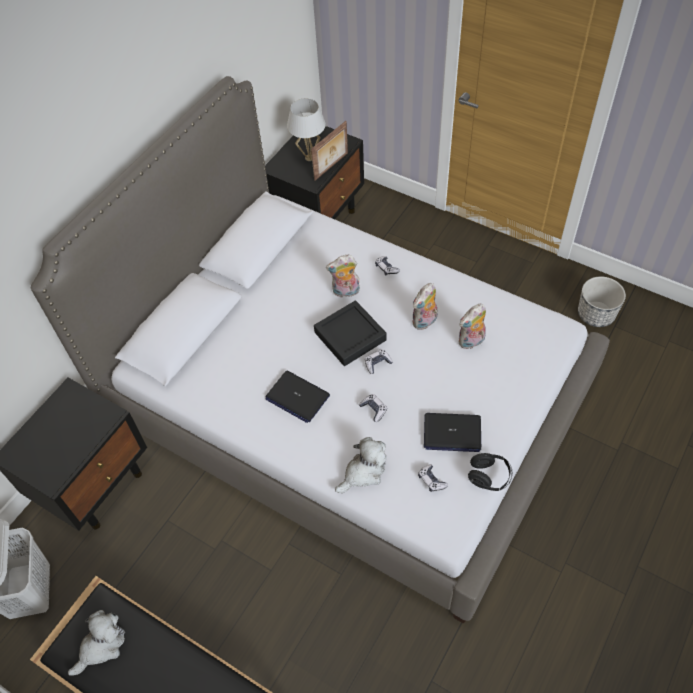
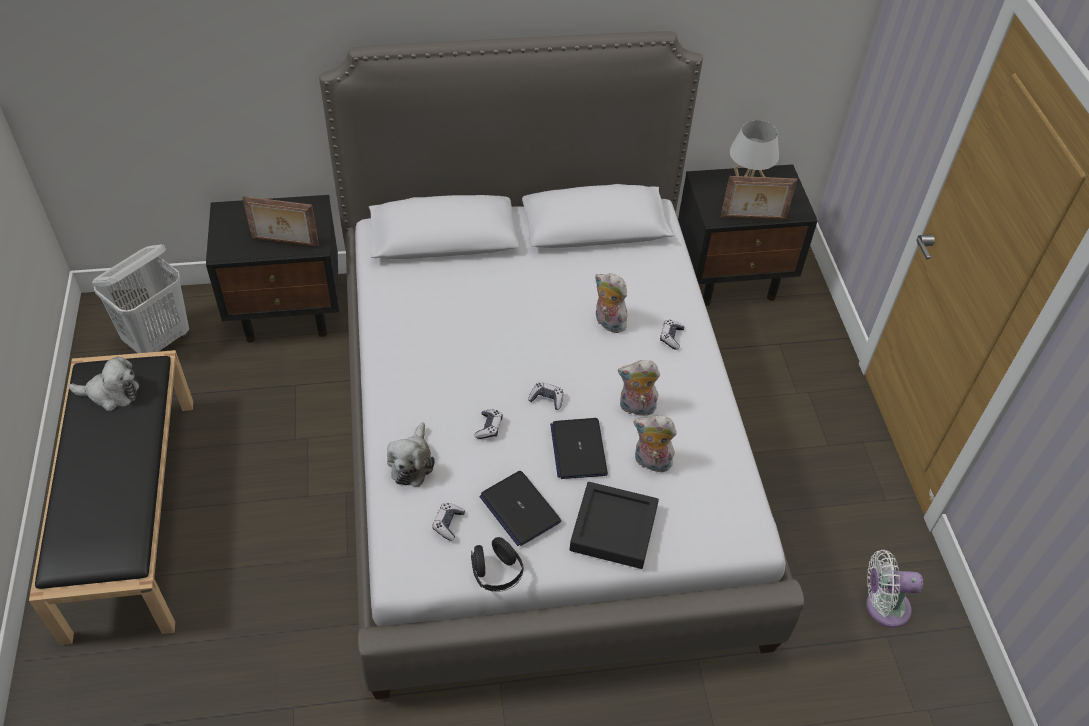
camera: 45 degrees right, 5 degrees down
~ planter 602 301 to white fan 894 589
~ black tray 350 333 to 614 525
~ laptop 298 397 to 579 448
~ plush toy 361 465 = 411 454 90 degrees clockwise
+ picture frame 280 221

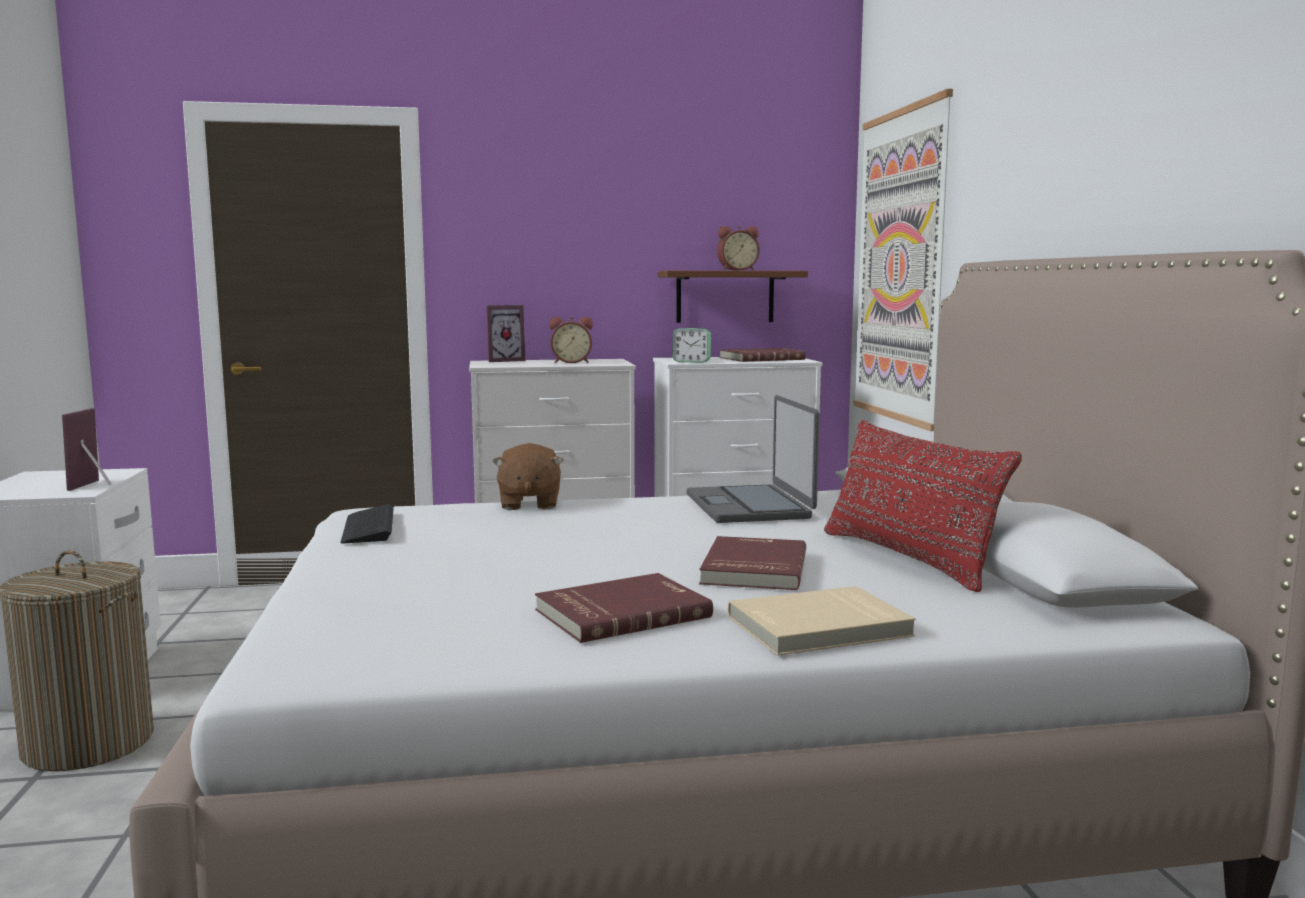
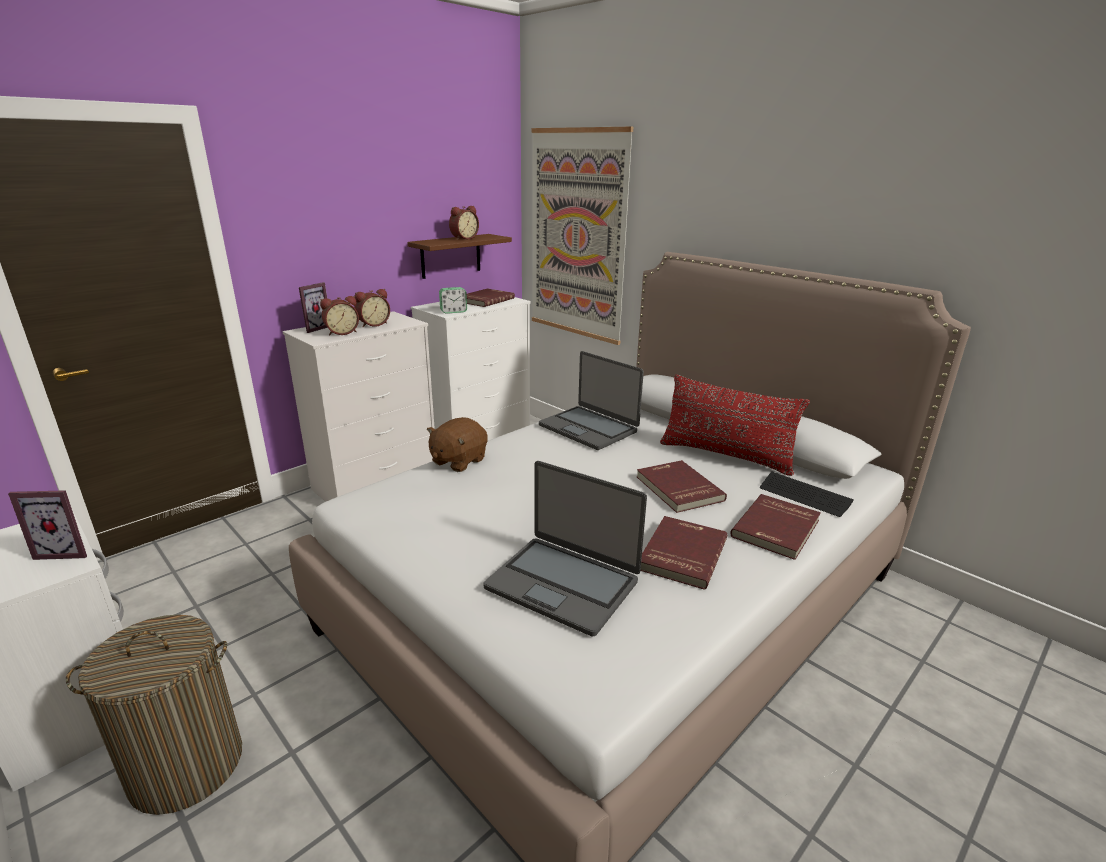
camera: 35 degrees left, 15 degrees up
~ picture frame 86 449 = 47 525 60 degrees counterclockwise
~ brown plush toy 528 476 = 457 444 75 degrees clockwise
~ keyboard 367 524 to 807 494
~ beige book 822 621 to red book 775 527
+ alarm clock 339 316
+ laptop 565 549

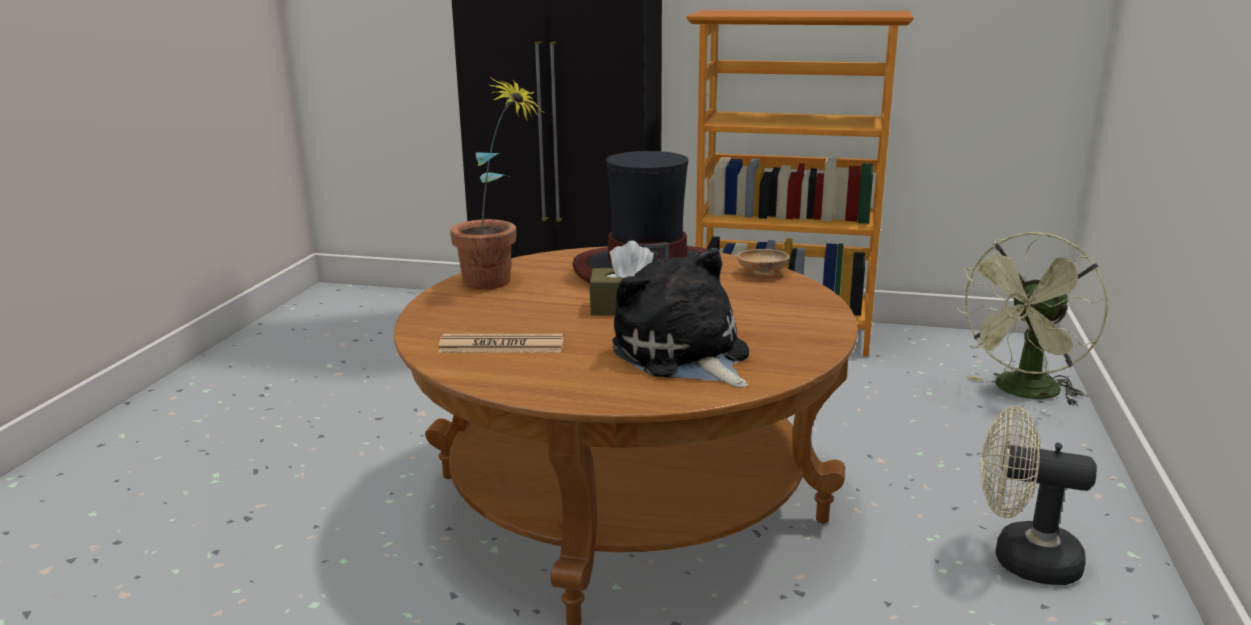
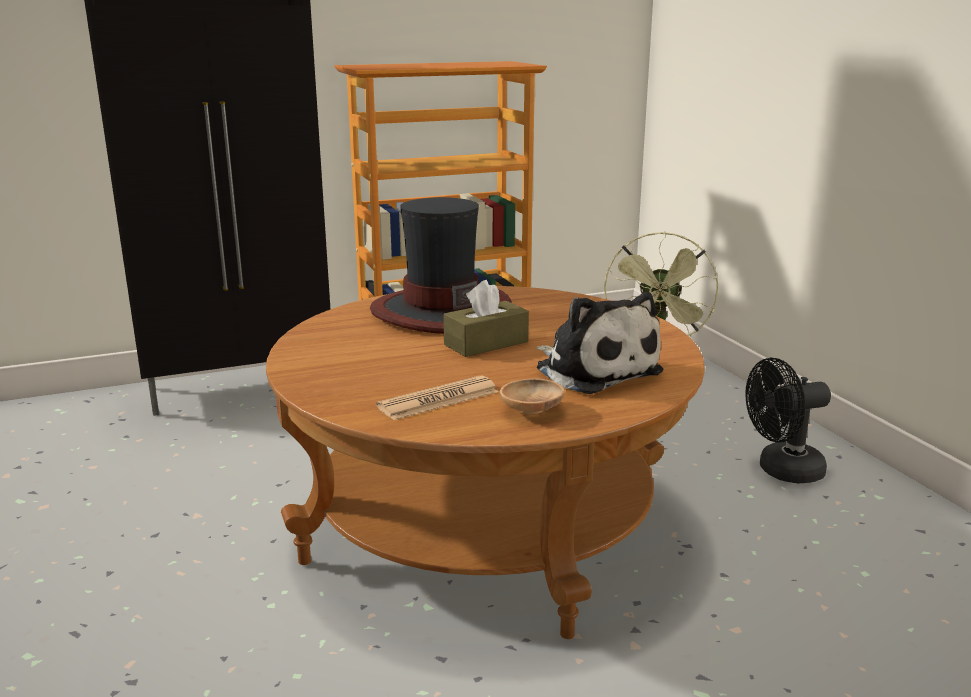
camera: 35 degrees left, 0 degrees up
- potted plant 497 184
~ plush toy 681 318 = 600 343 150 degrees counterclockwise
~ brown bowl 763 262 to 532 396
~ beige fan 1039 495 to black fan 788 421

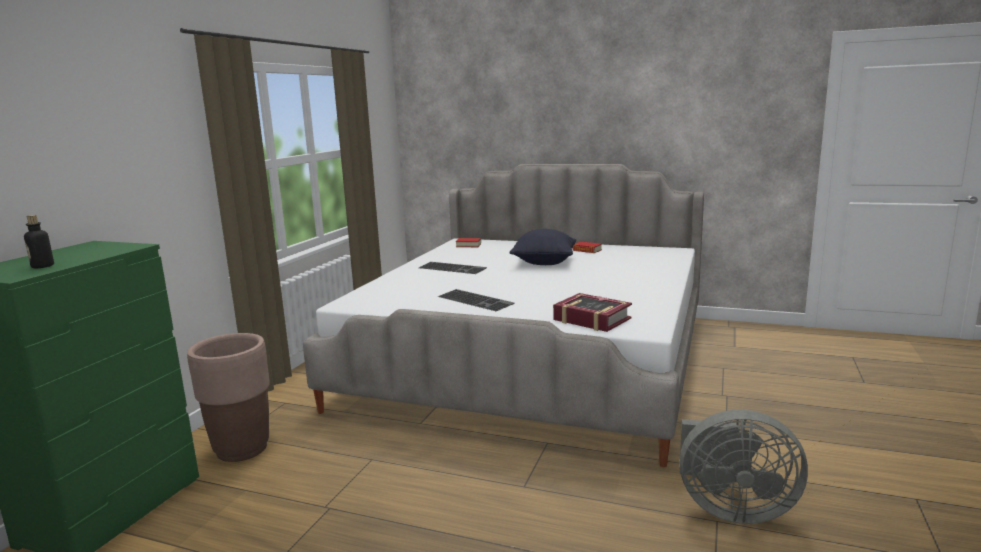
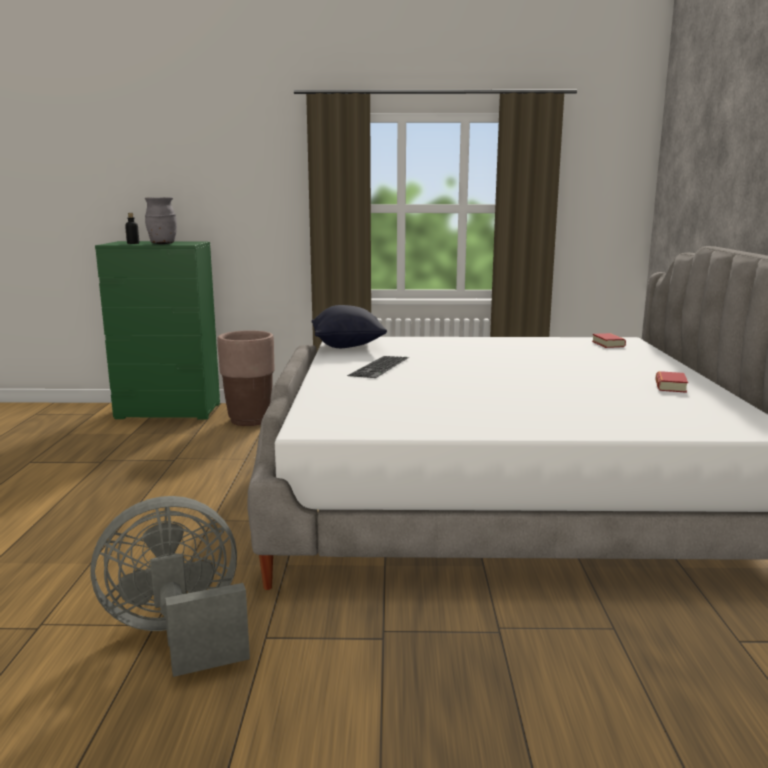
camera: 70 degrees right, 0 degrees up
~ black pillow 543 247 to 349 326
- keyboard 453 268
- book 592 312
~ grey fan 743 467 = 170 586 75 degrees clockwise
+ grey vase 161 220

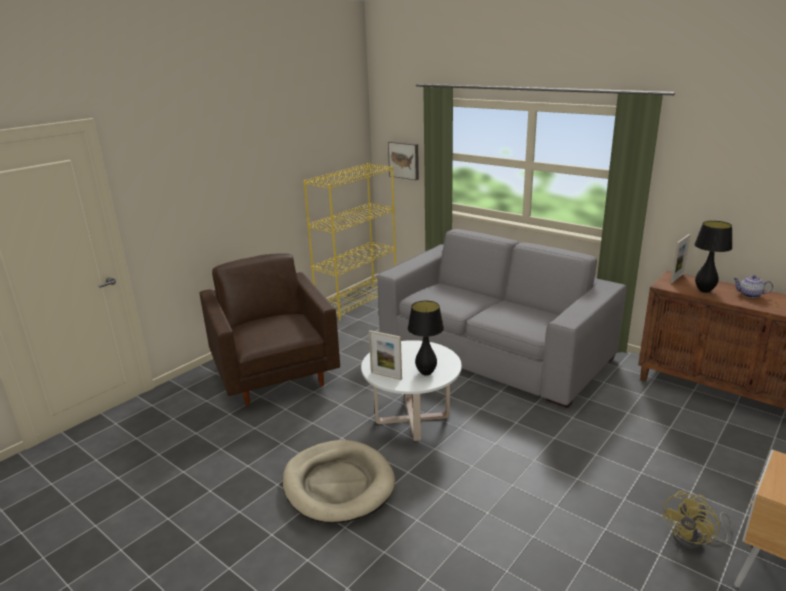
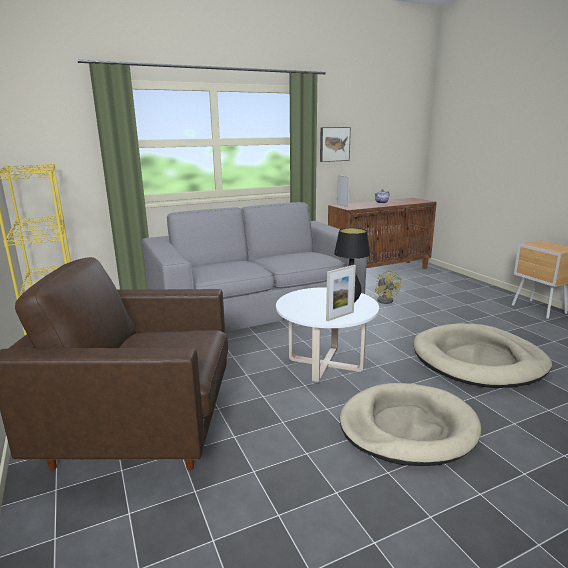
camera: 65 degrees left, 5 degrees down
~ picture 403 160 to 335 144
- black table lamp 713 257
~ yellow fan 697 520 to 388 287
+ beige dog bed 483 355

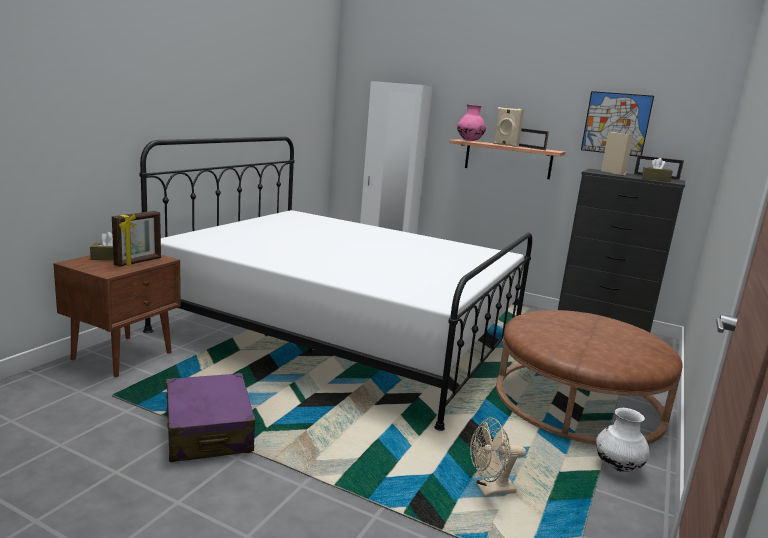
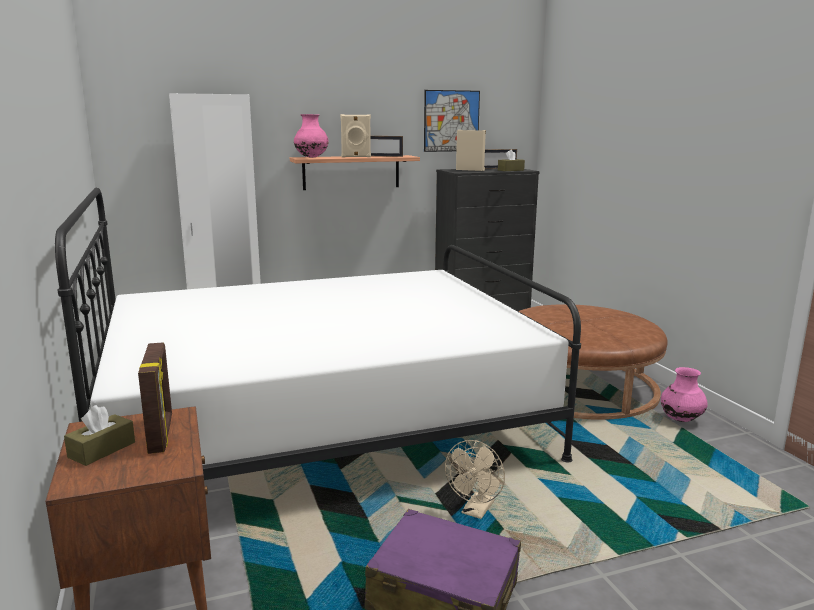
camera: 45 degrees left, 0 degrees up
~ white vase 623 440 to pink vase 684 394
~ beige fan 498 456 to 475 479

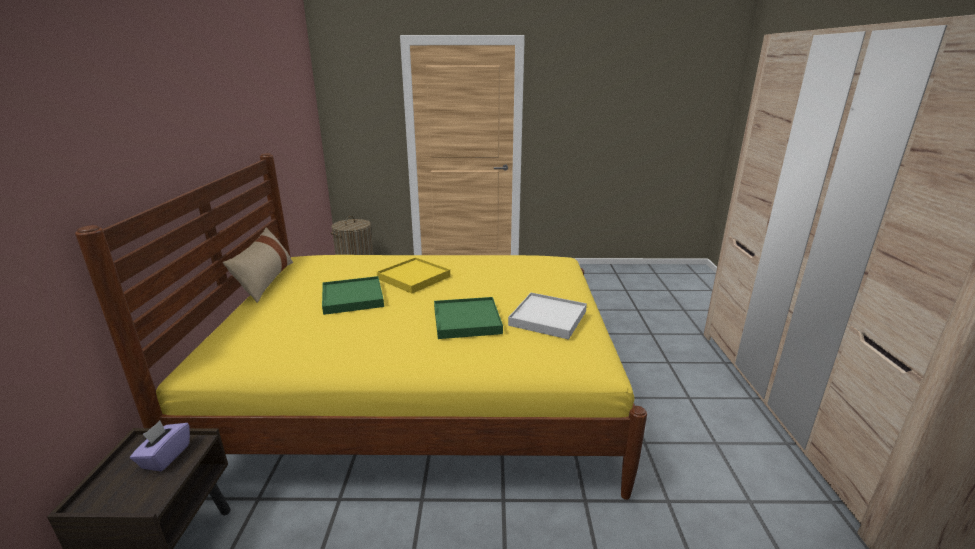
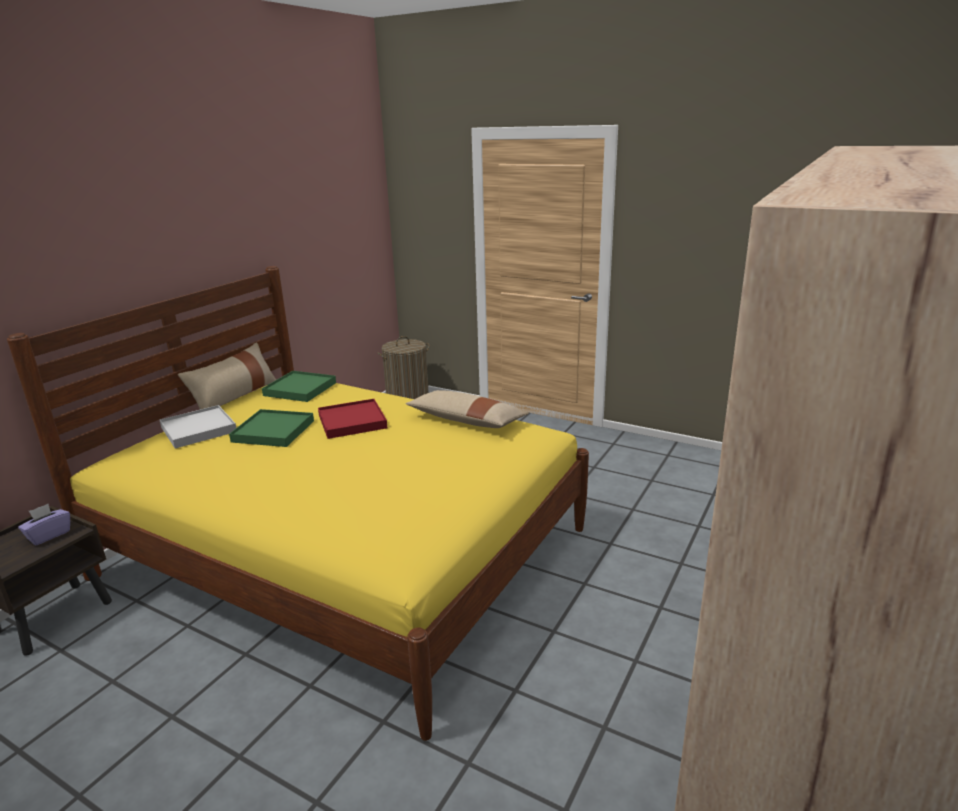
camera: 30 degrees right, 0 degrees up
~ yellow tray 413 275 to red tray 352 419
~ white tray 547 316 to 198 427
~ green tray 468 318 to 299 386
+ beige pillow 467 409

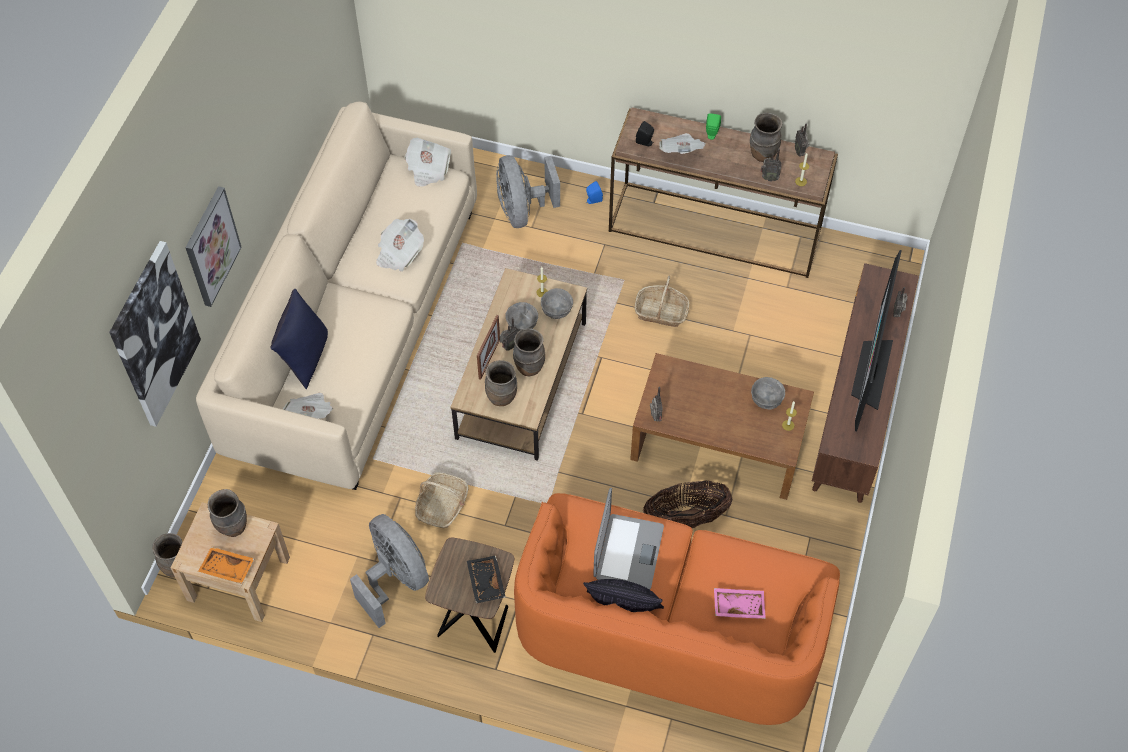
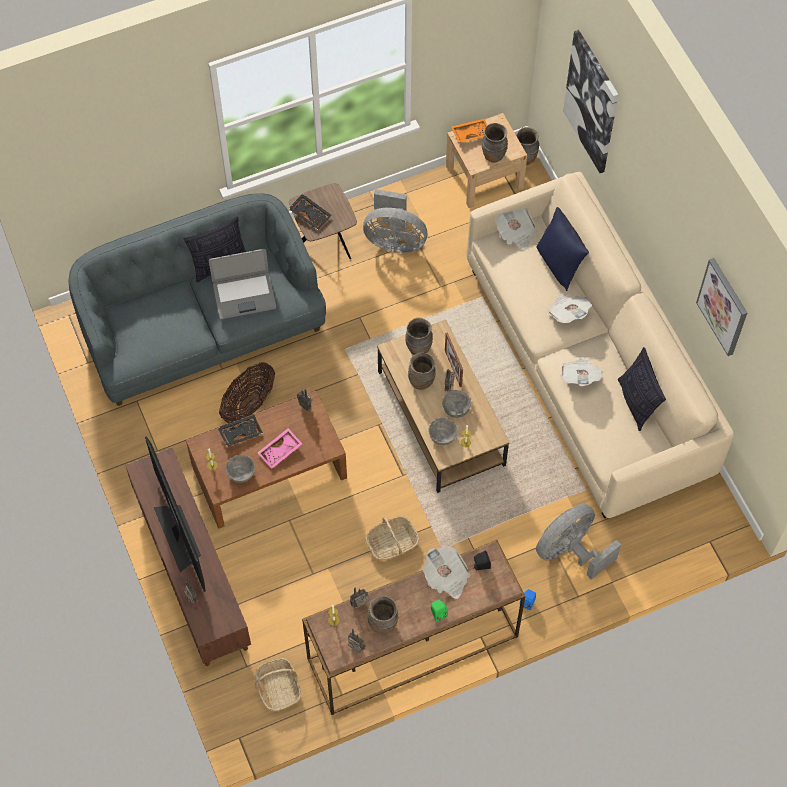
camera: 140 degrees right, 5 degrees up
~ newspaper 428 162 to 569 308
~ grey fan 528 191 = 578 541 75 degrees counterclockwise
~ picture 213 246 to 721 307
~ basket 442 500 to 278 684
~ laptop 628 539 = 242 284 75 degrees counterclockwise
~ orange sofa 677 609 to grey sofa 197 299
~ pink tray 740 603 to 280 448
+ pillow 642 389
+ black tray 240 431

